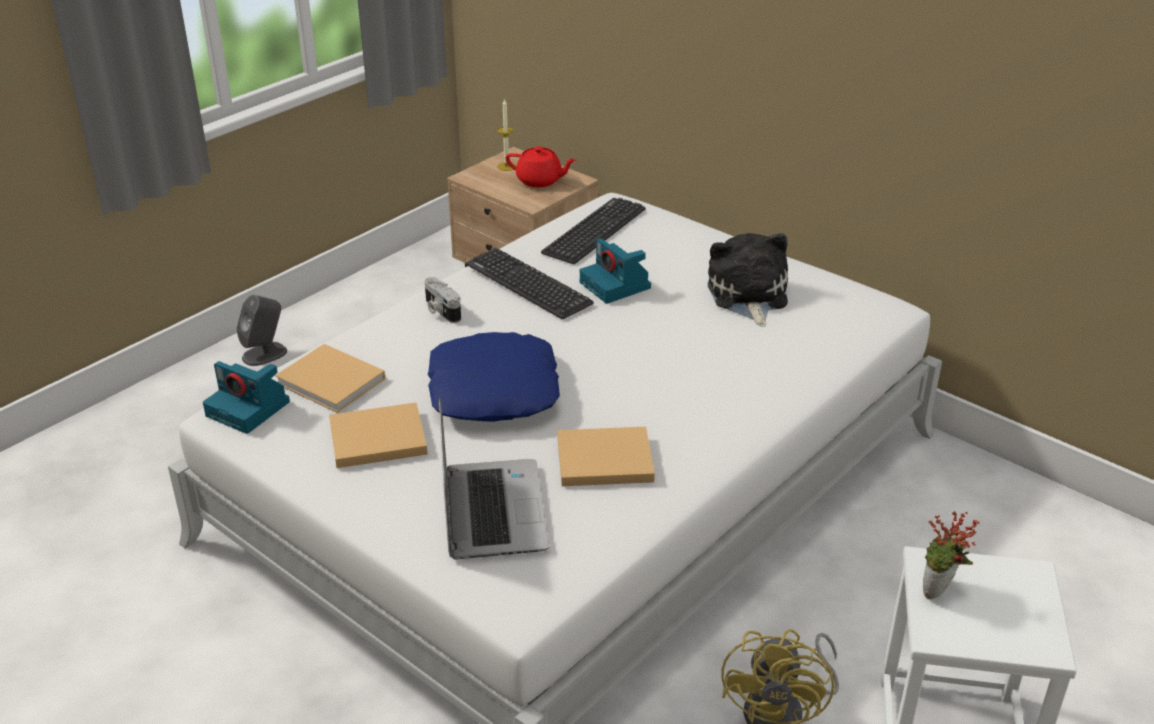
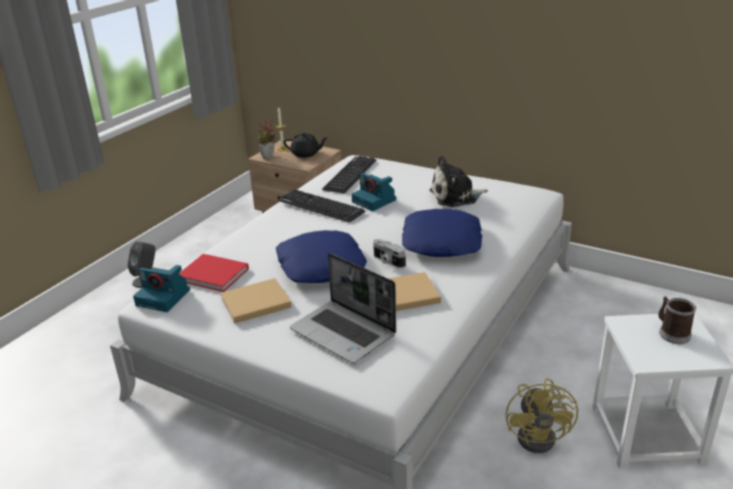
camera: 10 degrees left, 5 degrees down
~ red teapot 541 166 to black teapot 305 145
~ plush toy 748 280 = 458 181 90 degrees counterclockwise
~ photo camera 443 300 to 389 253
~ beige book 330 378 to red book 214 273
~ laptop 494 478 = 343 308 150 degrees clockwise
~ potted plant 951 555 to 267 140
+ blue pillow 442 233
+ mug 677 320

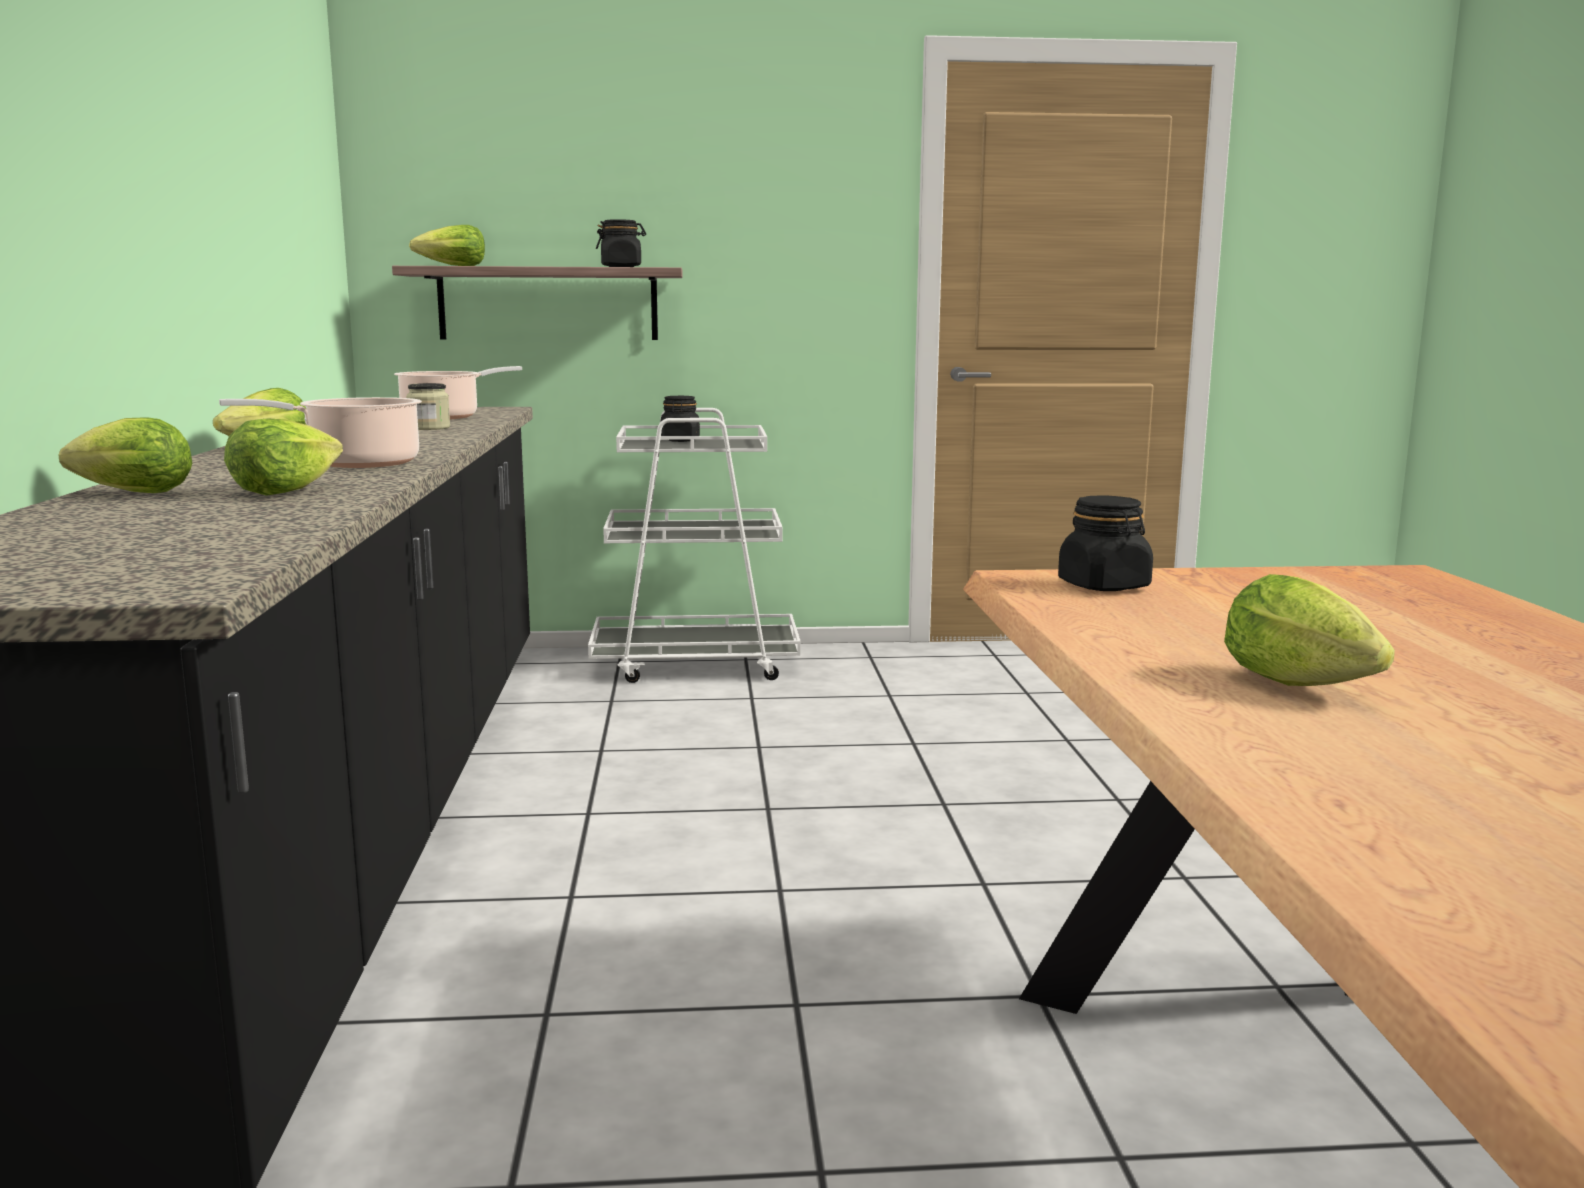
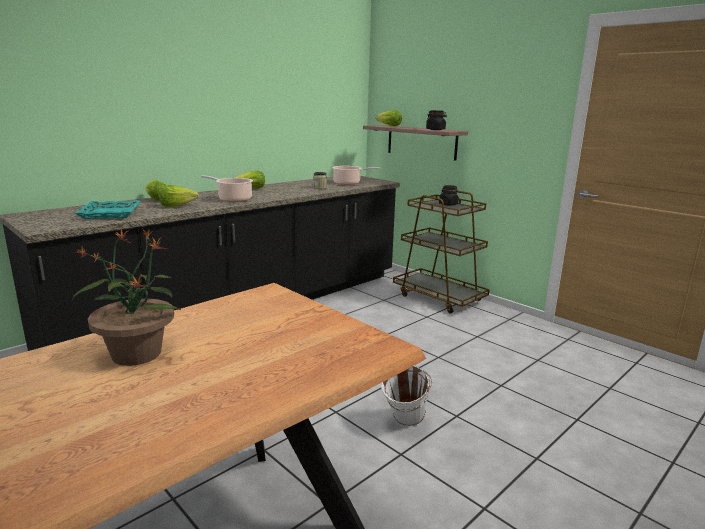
camera: 50 degrees right, 5 degrees up
~ white cart 694 545 to brown cart 441 252
- black jar 1105 543
~ lettuce 1309 630 to potted plant 127 297
+ turquoise tray 108 209
+ white bucket 406 395

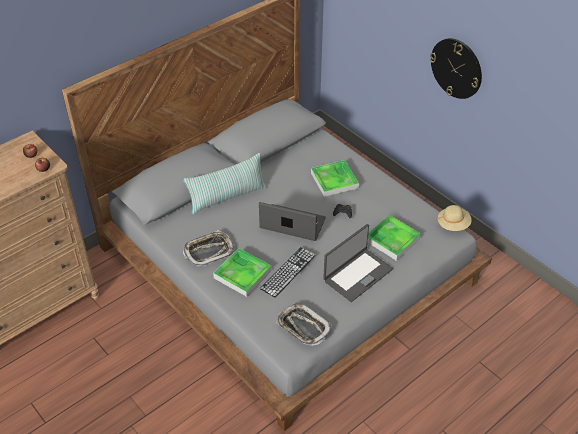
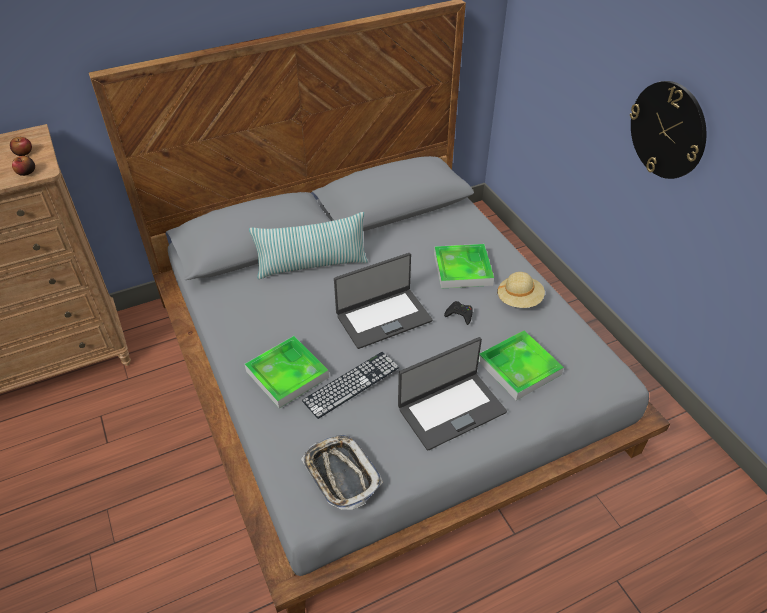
camera: 15 degrees right, 0 degrees up
~ laptop 292 221 = 383 301 120 degrees clockwise
~ beige hat 454 218 to 521 290
- tray 209 248

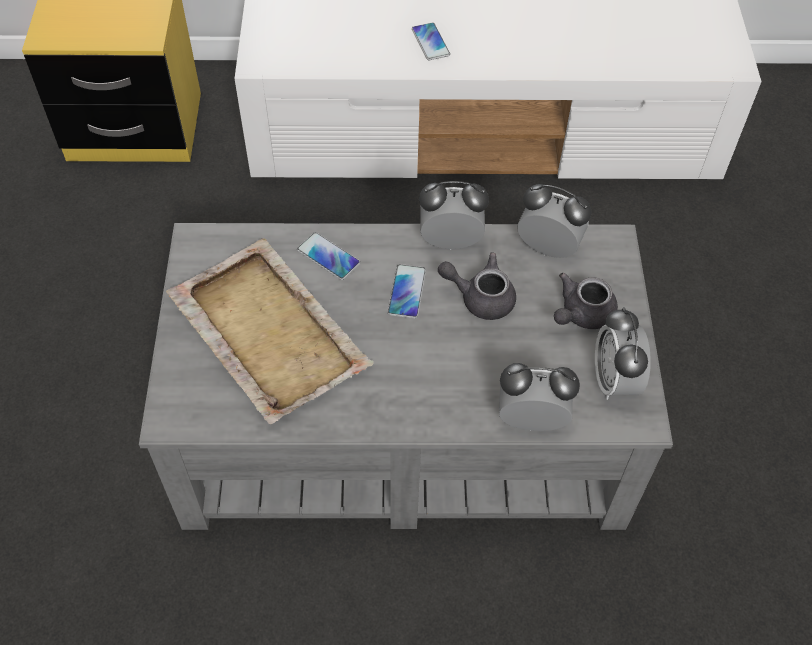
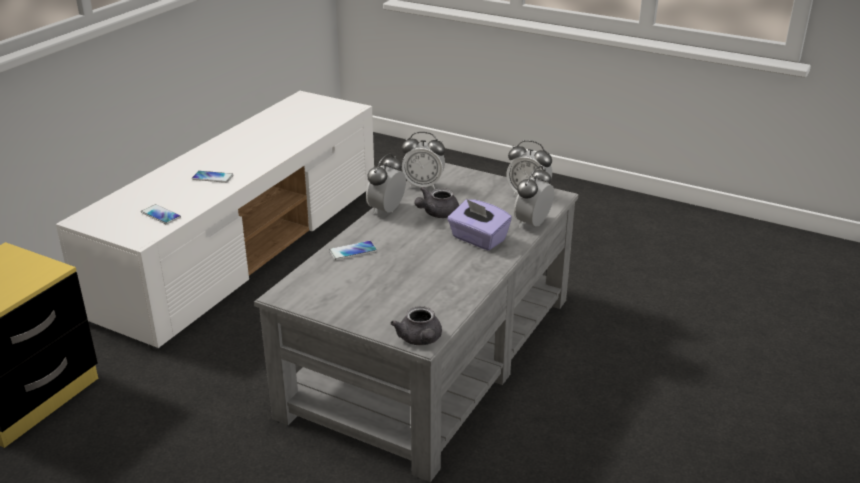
camera: 60 degrees left, 25 degrees down
~ alarm clock 554 221 = 423 160 135 degrees counterclockwise
- beige tray 270 331
~ phone 407 291 to 161 214
~ grey teapot 586 301 to 416 325
+ purple tissue box 479 225

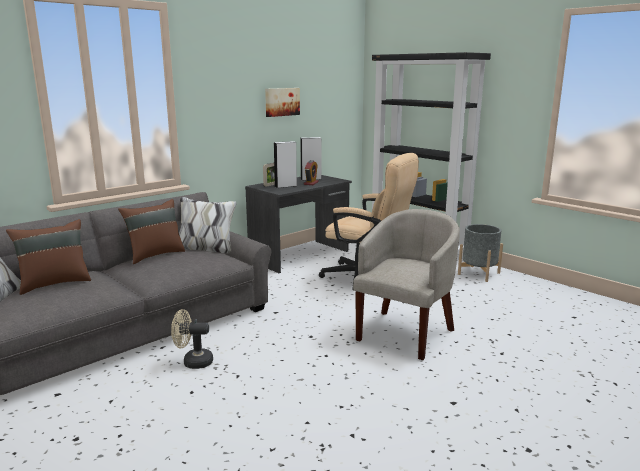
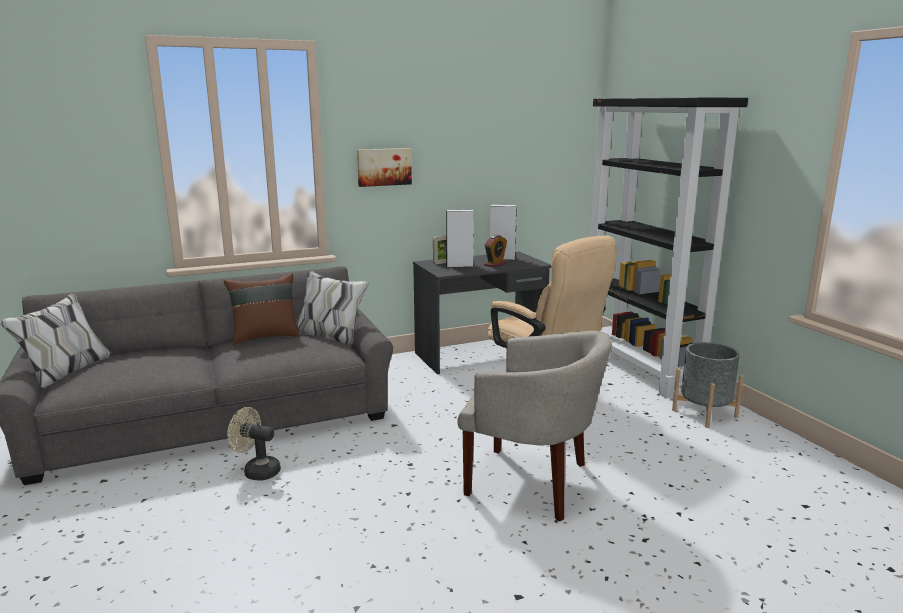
camera: 20 degrees right, 0 degrees up
~ picture 282 102 to 384 167
~ beige armchair 406 284 = 534 426 60 degrees clockwise
- brown pillow 48 257

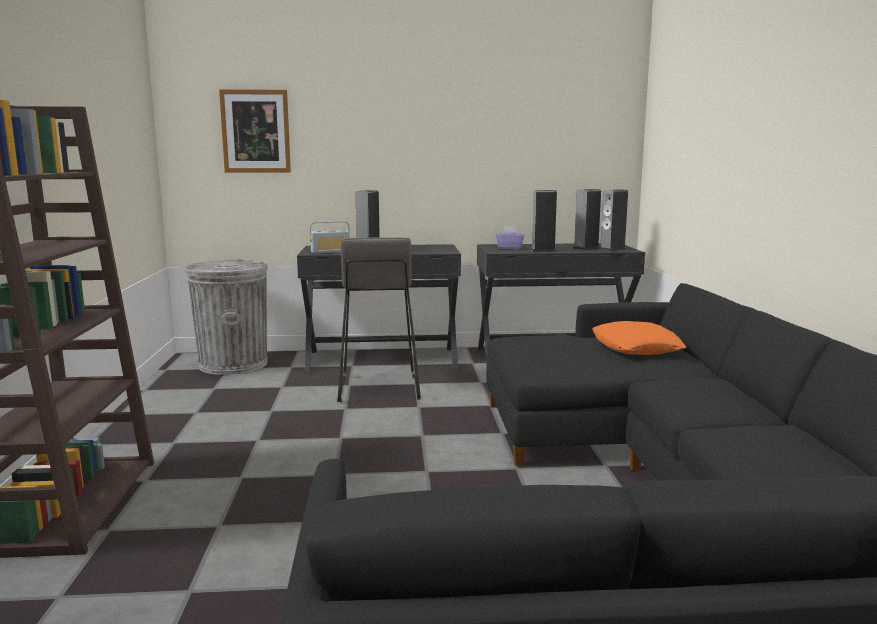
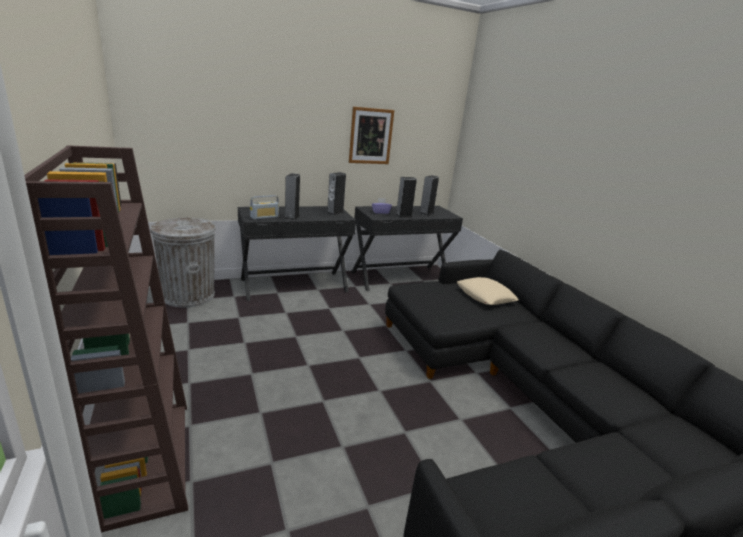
camera: 20 degrees left, 10 degrees up
~ picture 255 131 to 371 135
~ speaker 613 220 to 336 194
- grey stool 379 319
~ orange pillow 639 338 to beige pillow 487 291

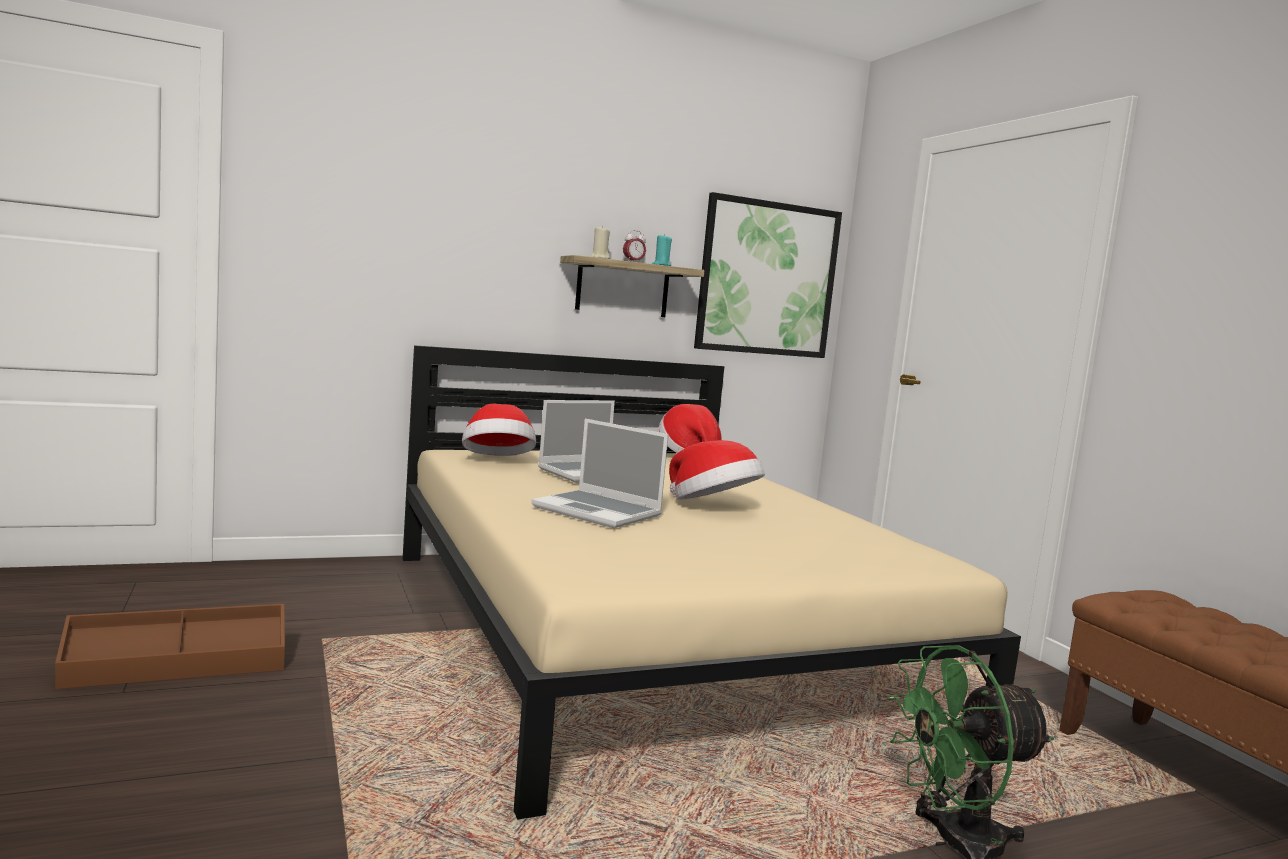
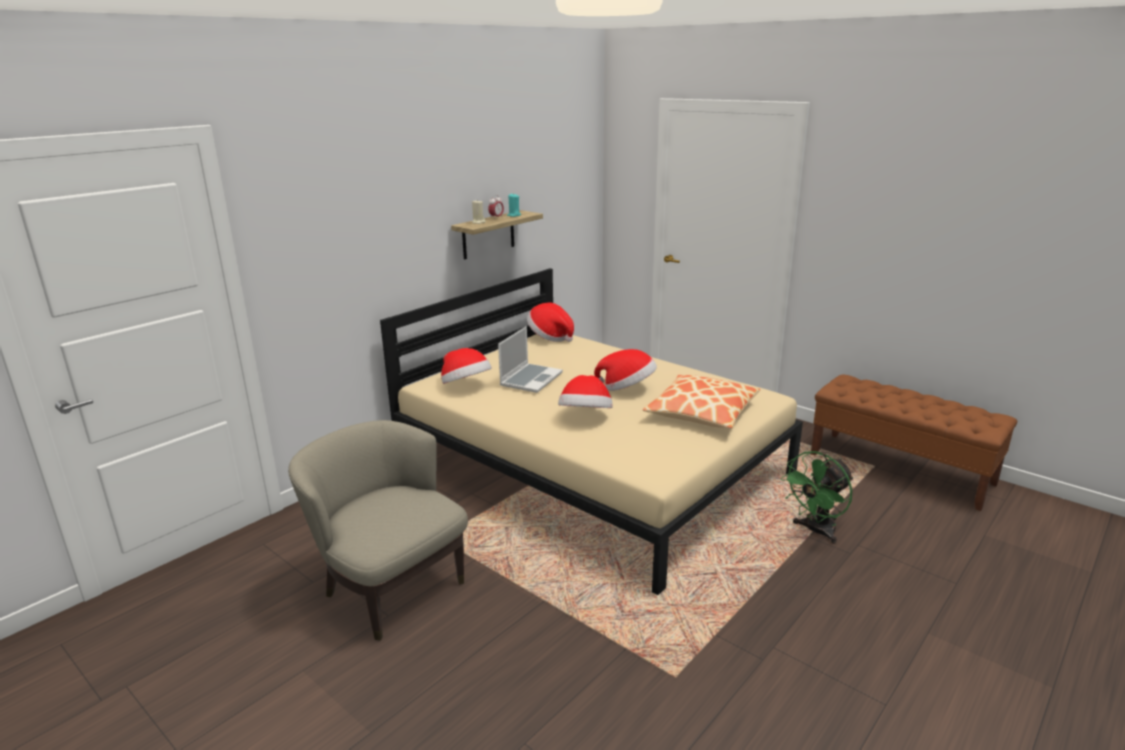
camera: 25 degrees left, 15 degrees up
- picture 768 275
~ laptop 600 473 to hat 585 391
~ brown storage box 170 646 to beige armchair 378 530
+ pillow 701 402

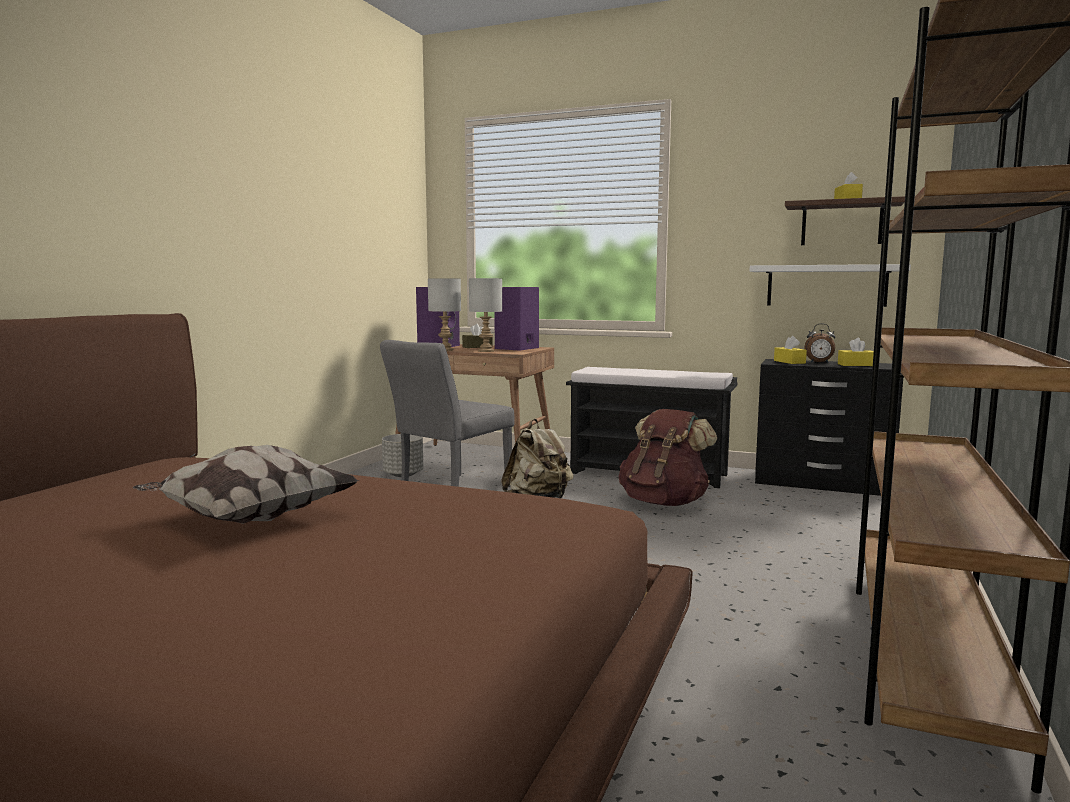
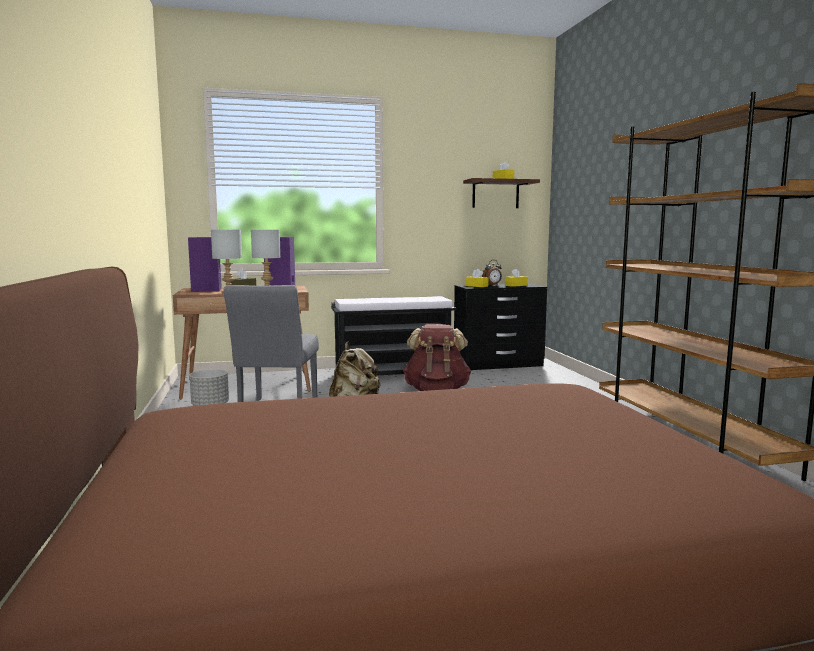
camera: 35 degrees left, 0 degrees up
- white shelf 830 285
- pillow 246 484

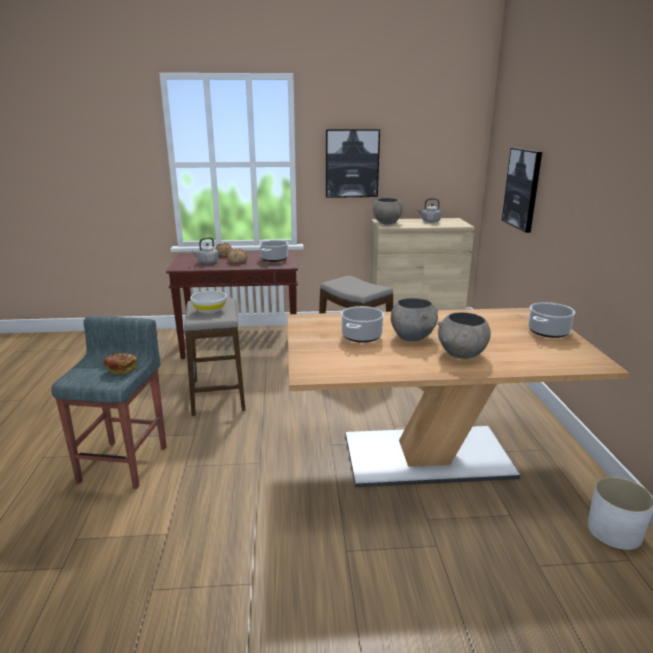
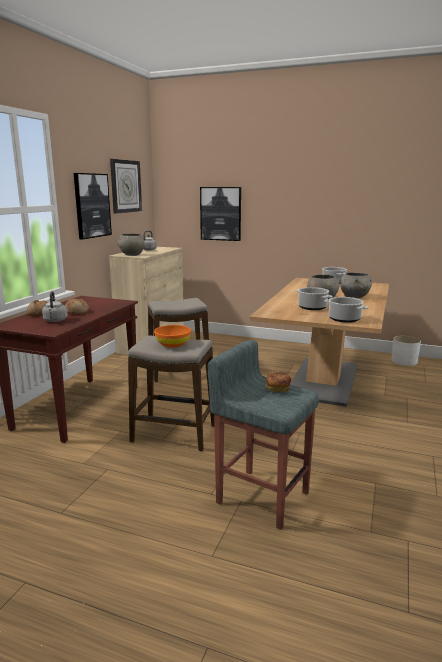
camera: 65 degrees left, 5 degrees down
~ cooking pot 274 251 to 346 310
~ white bowl 208 302 to orange bowl 172 336
+ wall clock 126 186

